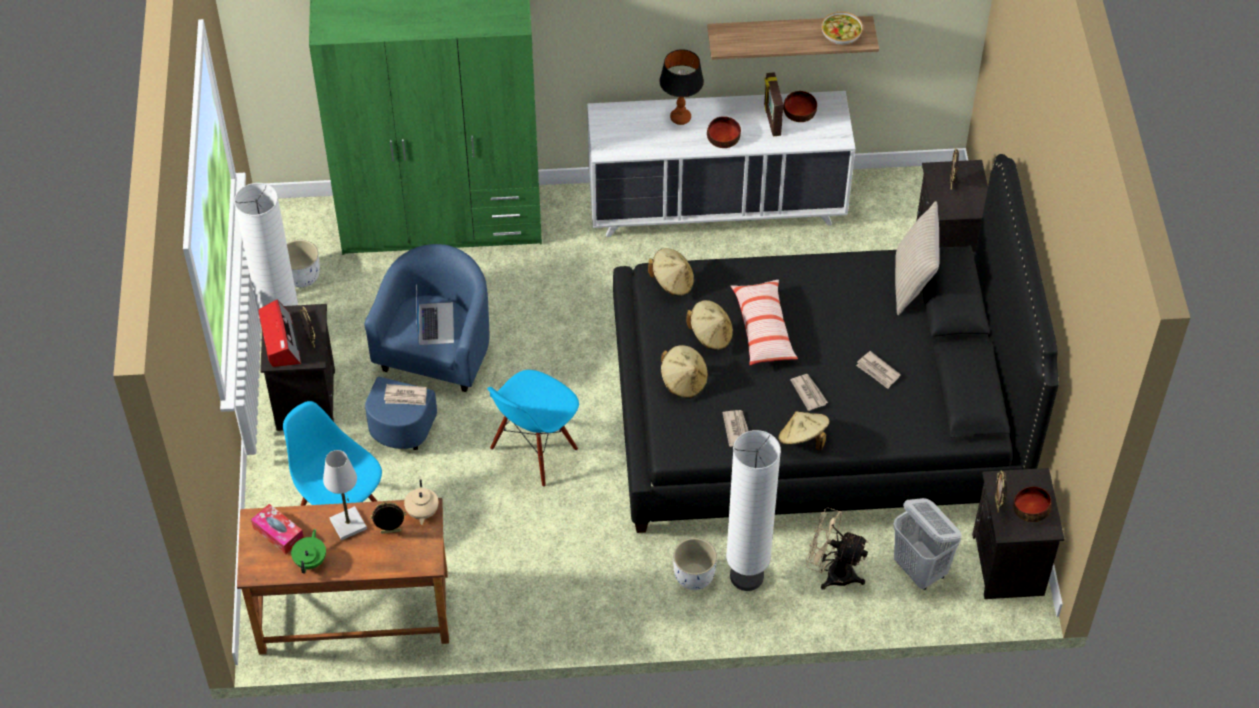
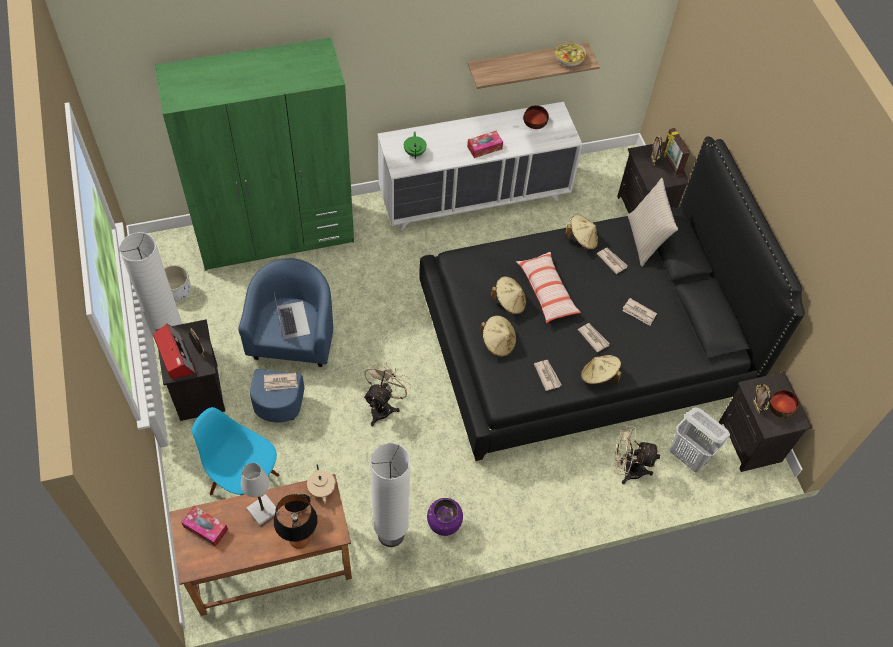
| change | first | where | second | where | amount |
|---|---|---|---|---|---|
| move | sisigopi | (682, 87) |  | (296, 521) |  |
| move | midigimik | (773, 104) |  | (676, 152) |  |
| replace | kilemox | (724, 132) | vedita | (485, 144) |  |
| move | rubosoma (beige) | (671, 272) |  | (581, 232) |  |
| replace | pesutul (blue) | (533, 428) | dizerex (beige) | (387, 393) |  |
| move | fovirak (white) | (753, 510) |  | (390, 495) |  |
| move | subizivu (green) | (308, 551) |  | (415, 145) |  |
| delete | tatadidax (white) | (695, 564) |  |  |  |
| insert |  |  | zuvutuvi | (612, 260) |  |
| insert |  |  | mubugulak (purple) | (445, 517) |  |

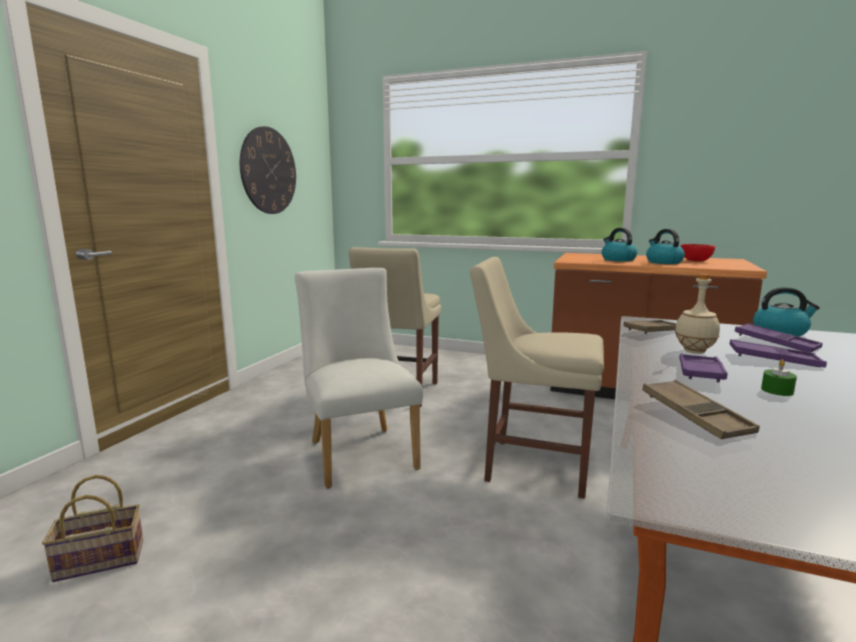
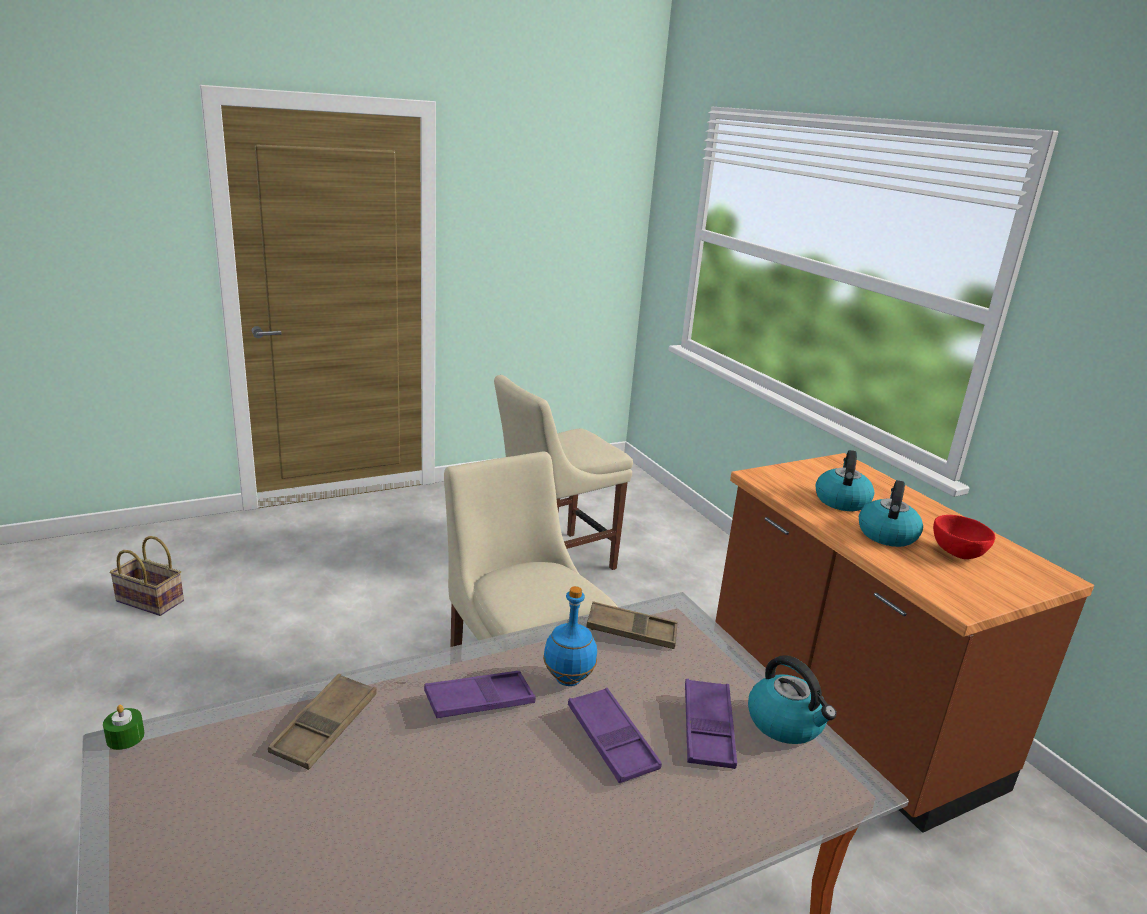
| change | first | where | second | where | amount |
|---|---|---|---|---|---|
| delete | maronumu | (268, 170) |  |  |  |
| delete | pesutul (white) | (359, 378) |  |  |  |
| recolor | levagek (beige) | (697, 314) | levagek (blue) | (570, 636) |  |
| move | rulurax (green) | (779, 378) |  | (124, 727) |  |

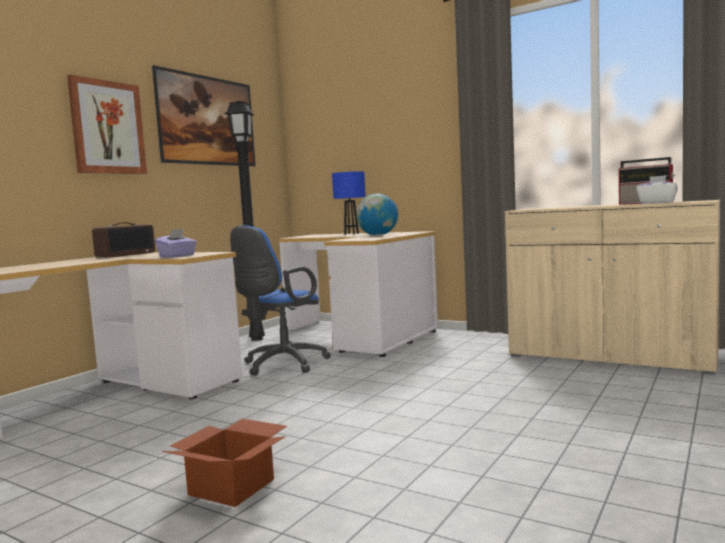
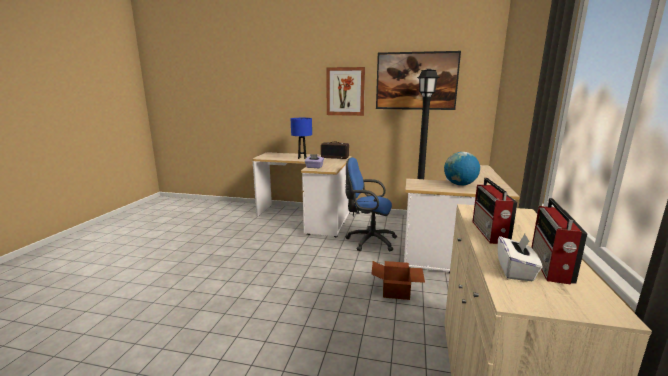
| change | first | where | second | where | amount |
|---|---|---|---|---|---|
| move | sisigopi (blue) | (349, 203) |  | (301, 138) |  |
| move | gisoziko | (224, 463) |  | (398, 280) |  |
| insert |  |  | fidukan | (494, 211) |  |

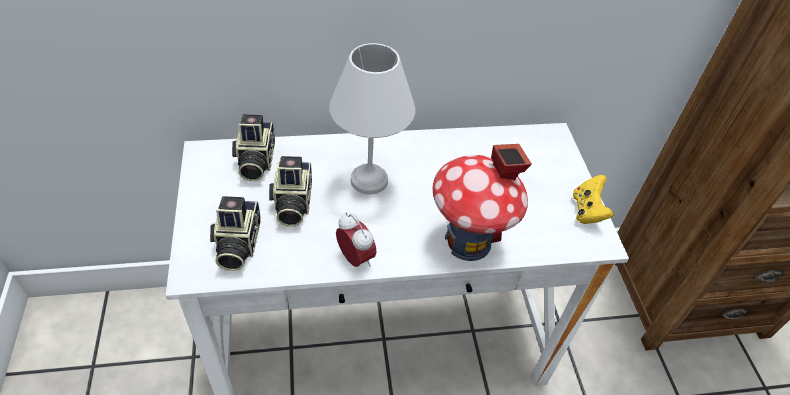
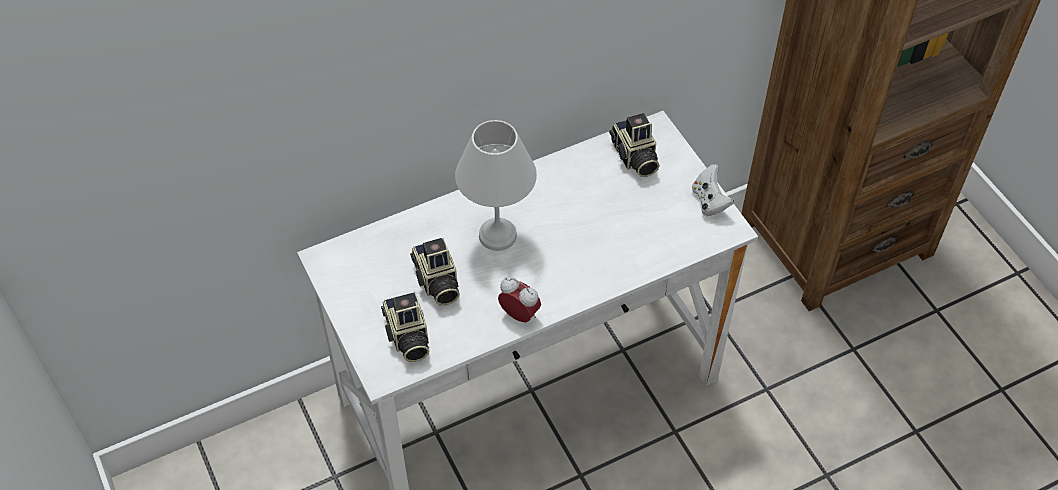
| change | first | where | second | where | amount |
|---|---|---|---|---|---|
| move | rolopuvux | (253, 147) |  | (634, 145) |  |
| delete | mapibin | (482, 202) |  |  |  |
| recolor | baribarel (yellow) | (593, 199) | baribarel (white) | (713, 190) |  |

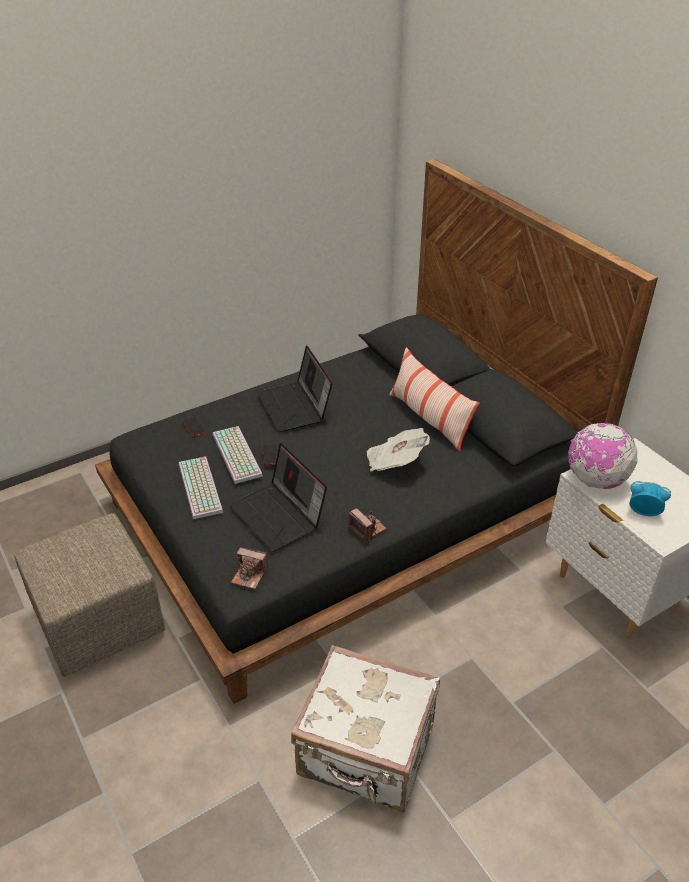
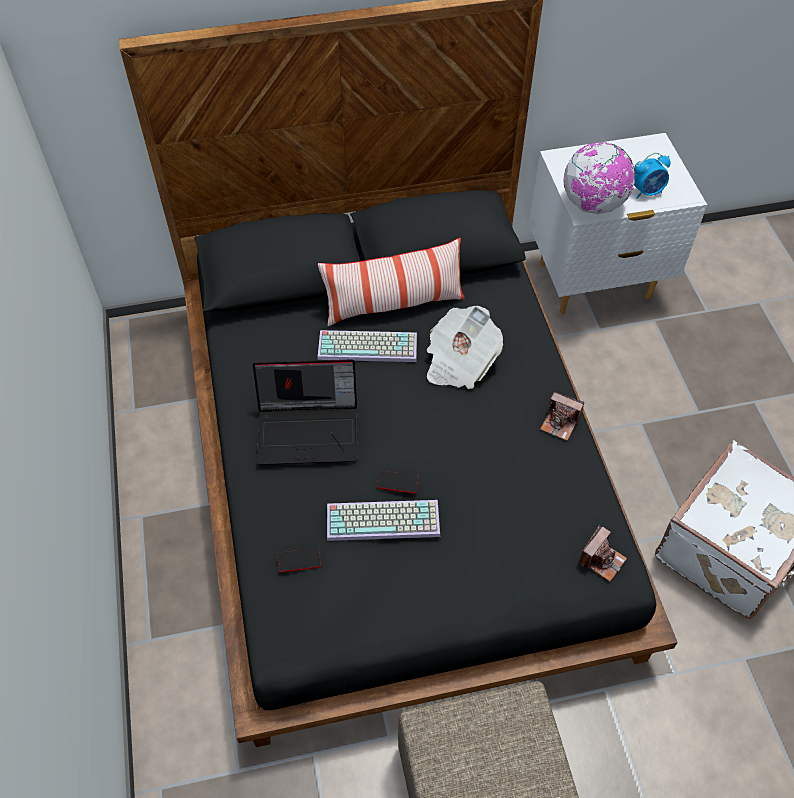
| change | first | where | second | where | amount |
|---|---|---|---|---|---|
| delete | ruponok | (278, 497) |  |  |  |
| move | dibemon | (201, 487) |  | (367, 346) |  |
| rotate | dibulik | (650, 498) |  | (652, 176) | 150 degrees counterclockwise |
| rotate | rolopuvux | (367, 524) |  | (562, 416) | 135 degrees counterclockwise |

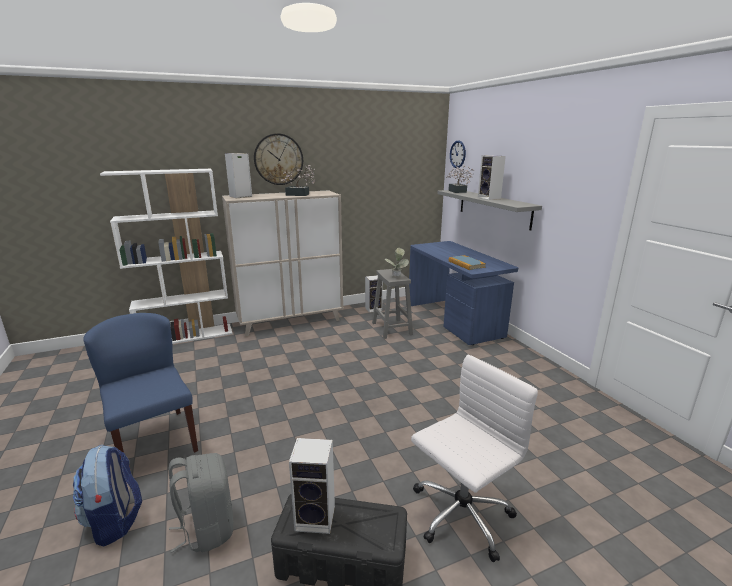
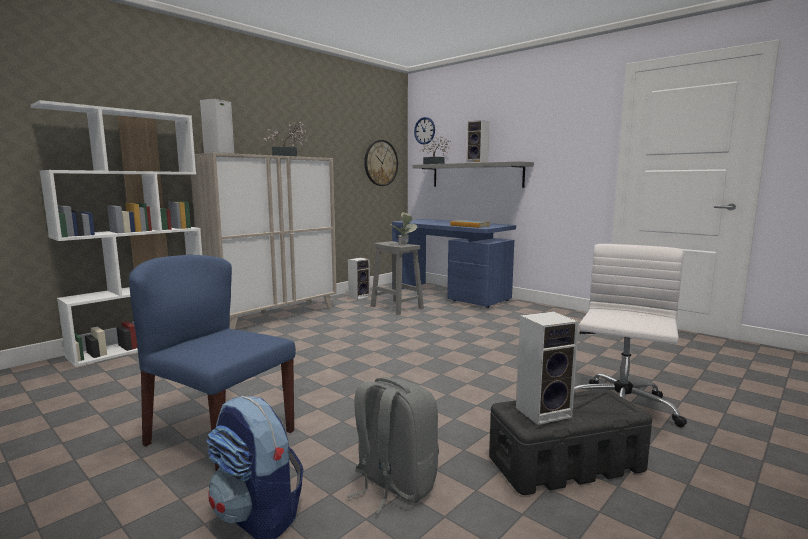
| change | first | where | second | where | amount |
|---|---|---|---|---|---|
| move | maronumu | (278, 159) |  | (381, 163) |  |

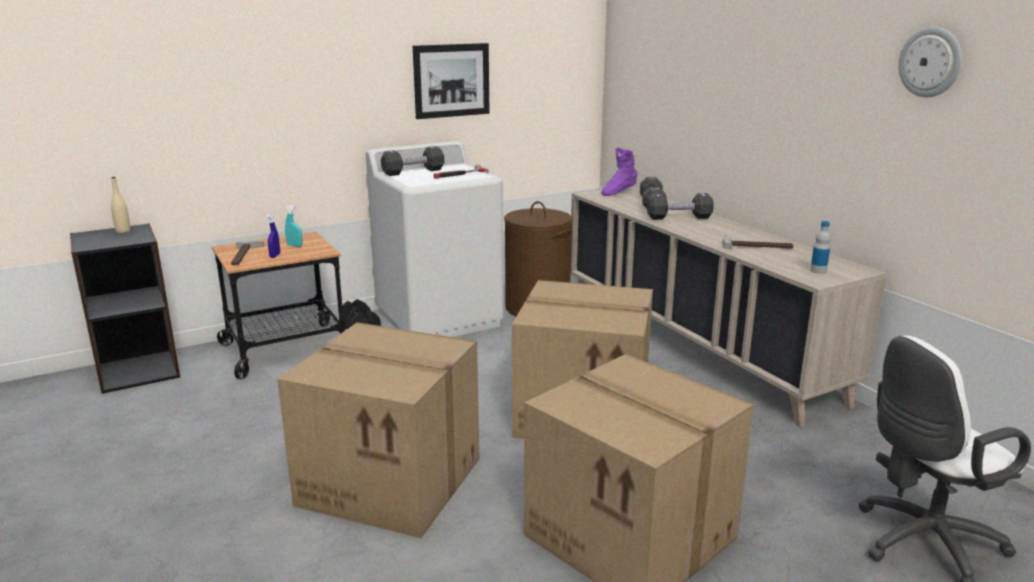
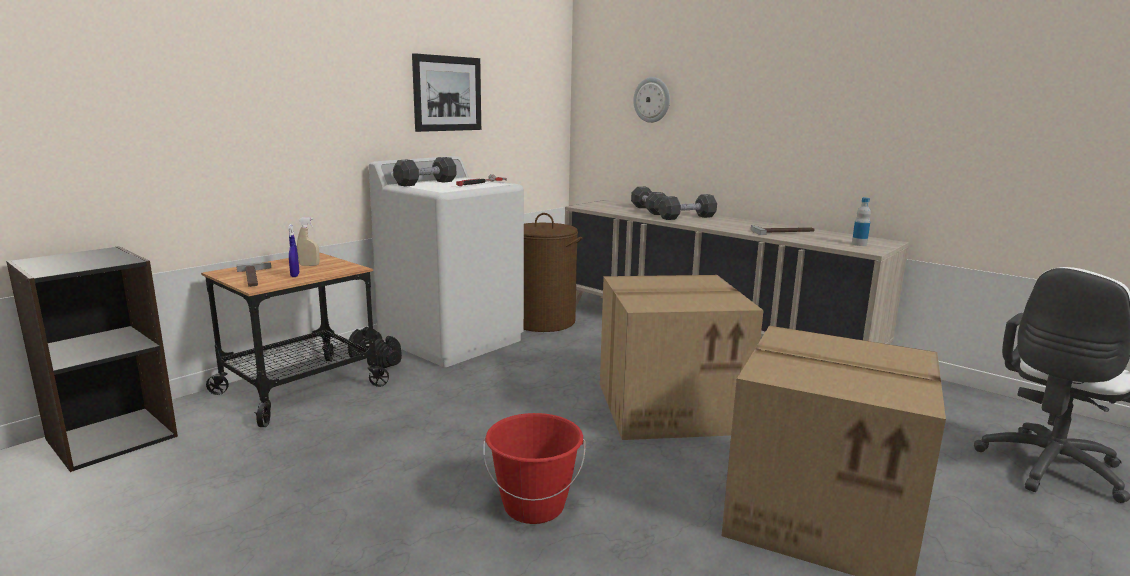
| change | first | where | second | where | amount |
|---|---|---|---|---|---|
| move | maronumu | (930, 62) |  | (651, 100) |  |
| delete | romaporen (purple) | (619, 172) |  |  |  |
| delete | levagek (beige) | (121, 205) |  |  |  |
| recolor | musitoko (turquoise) | (294, 226) | musitoko (beige) | (308, 241) |  |
| replace | gisoziko | (378, 430) | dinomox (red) | (534, 468) |  |

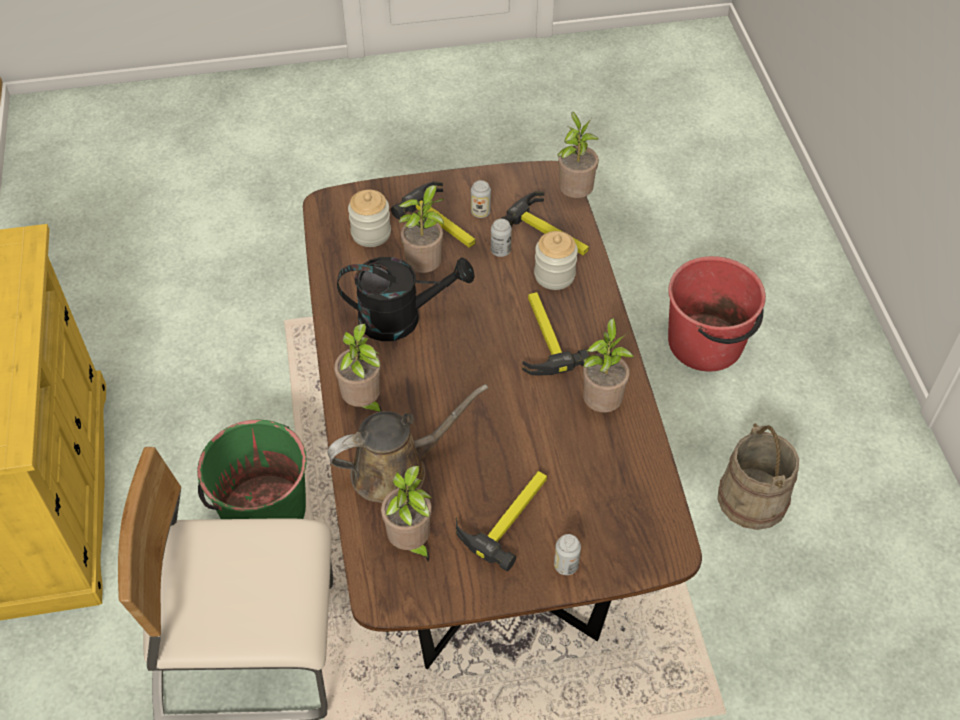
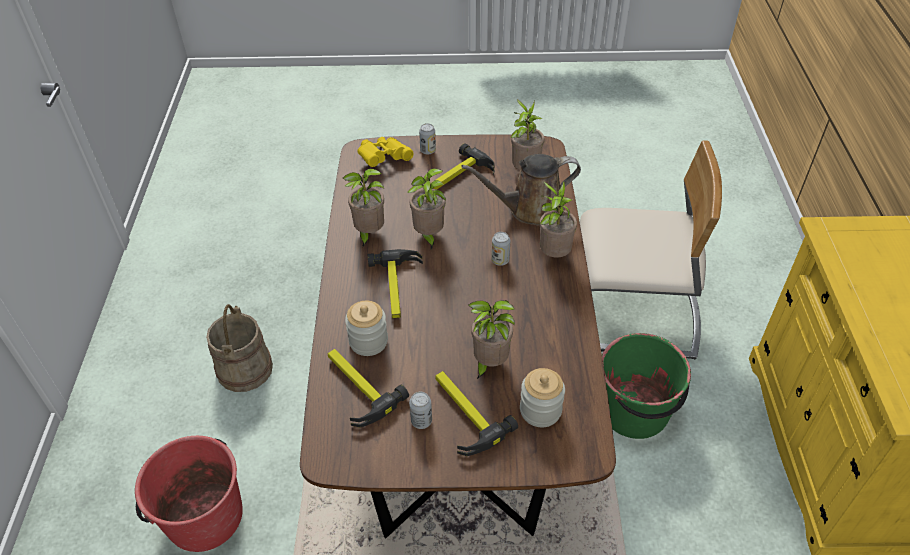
| change | first | where | second | where | amount |
|---|---|---|---|---|---|
| move | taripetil | (578, 154) |  | (427, 208) |  |
| move | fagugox | (501, 238) |  | (500, 249) |  |
| delete | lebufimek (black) | (405, 299) |  |  |  |
| insert |  |  | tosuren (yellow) | (385, 152) |  |

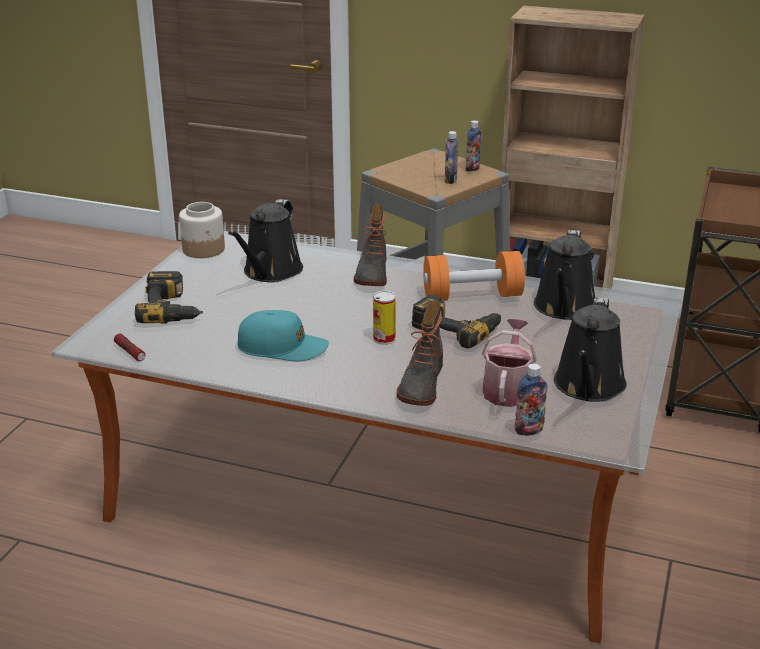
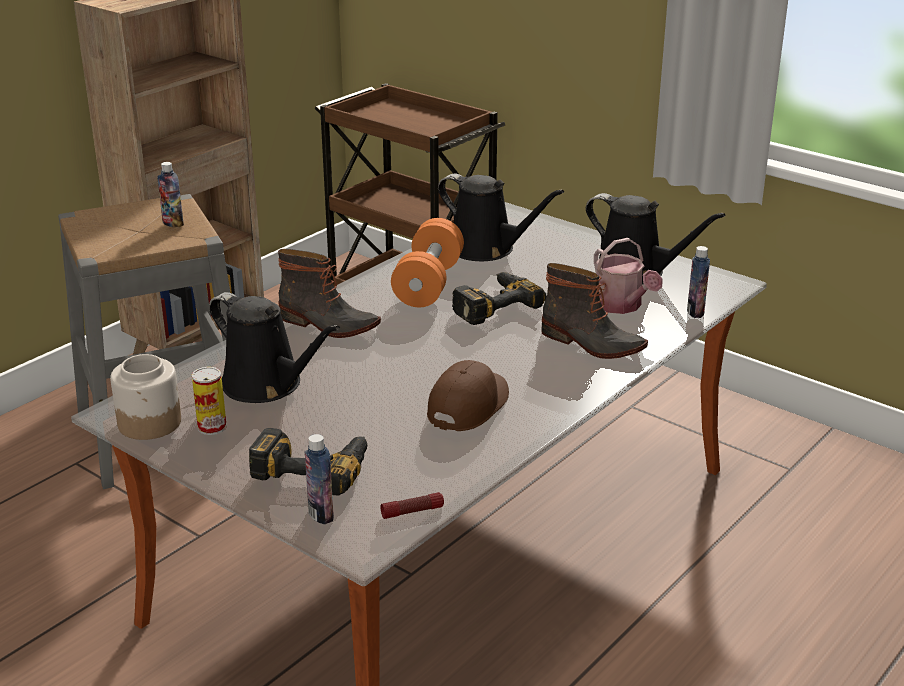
| change | first | where | second | where | amount |
|---|---|---|---|---|---|
| move | levagek | (473, 146) |  | (319, 479) |  |
| move | fagugox | (384, 318) |  | (209, 401) |  |
| recolor | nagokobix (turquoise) | (283, 335) | nagokobix (brown) | (468, 395) |  |
| rotate | lebufimek | (509, 363) |  | (628, 276) | 150 degrees counterclockwise |

